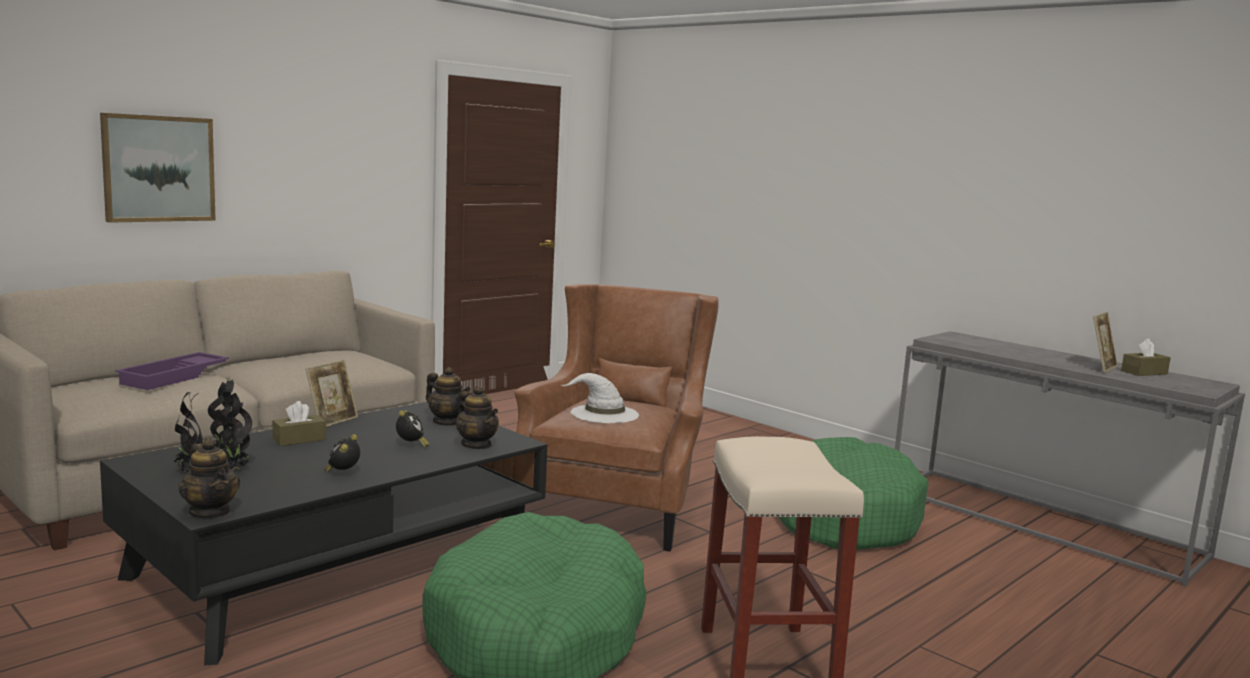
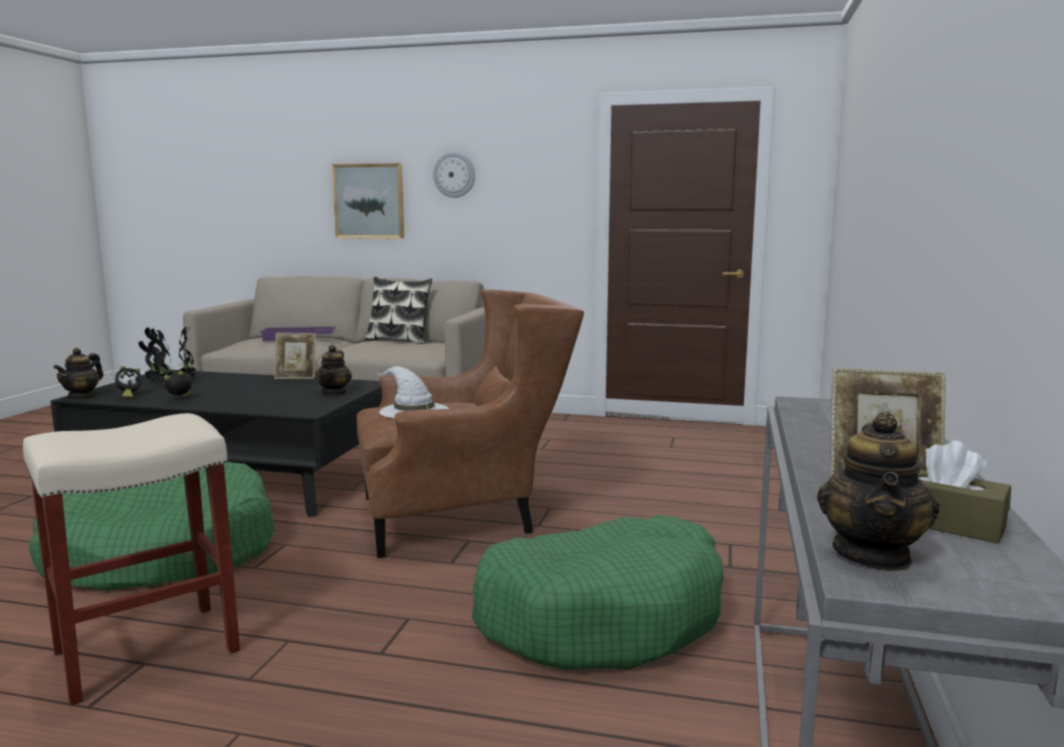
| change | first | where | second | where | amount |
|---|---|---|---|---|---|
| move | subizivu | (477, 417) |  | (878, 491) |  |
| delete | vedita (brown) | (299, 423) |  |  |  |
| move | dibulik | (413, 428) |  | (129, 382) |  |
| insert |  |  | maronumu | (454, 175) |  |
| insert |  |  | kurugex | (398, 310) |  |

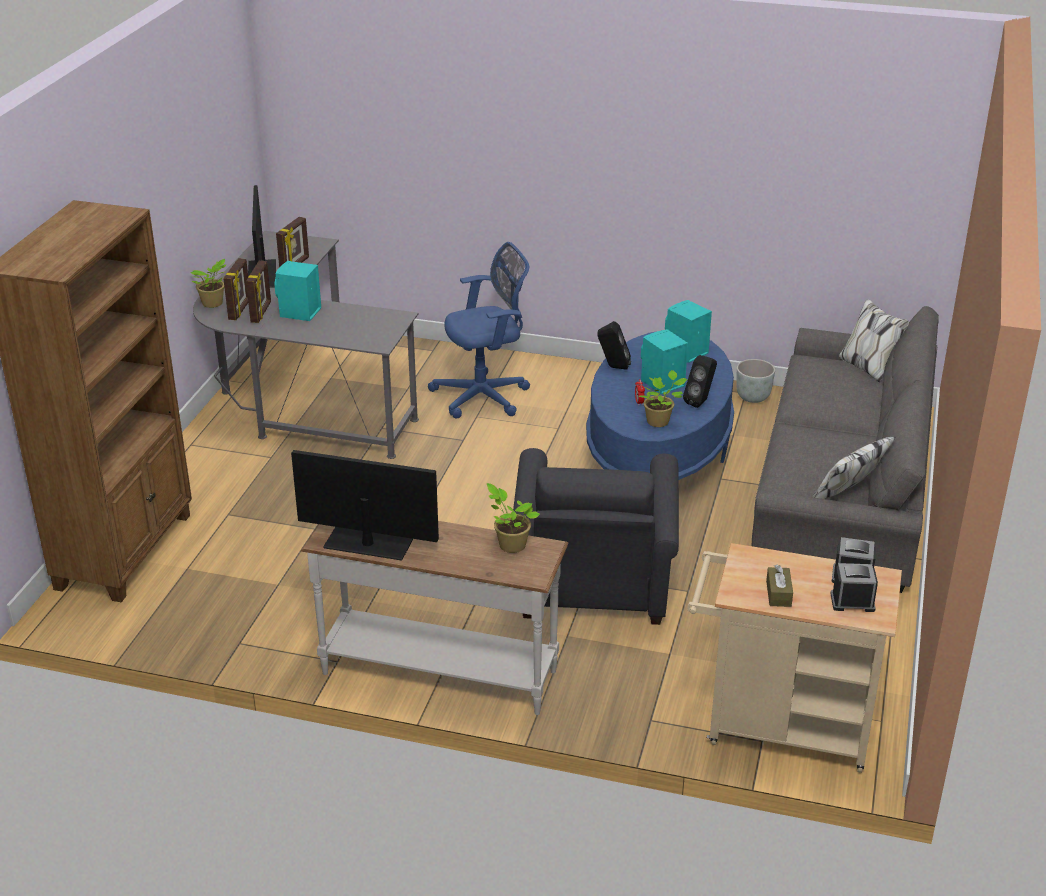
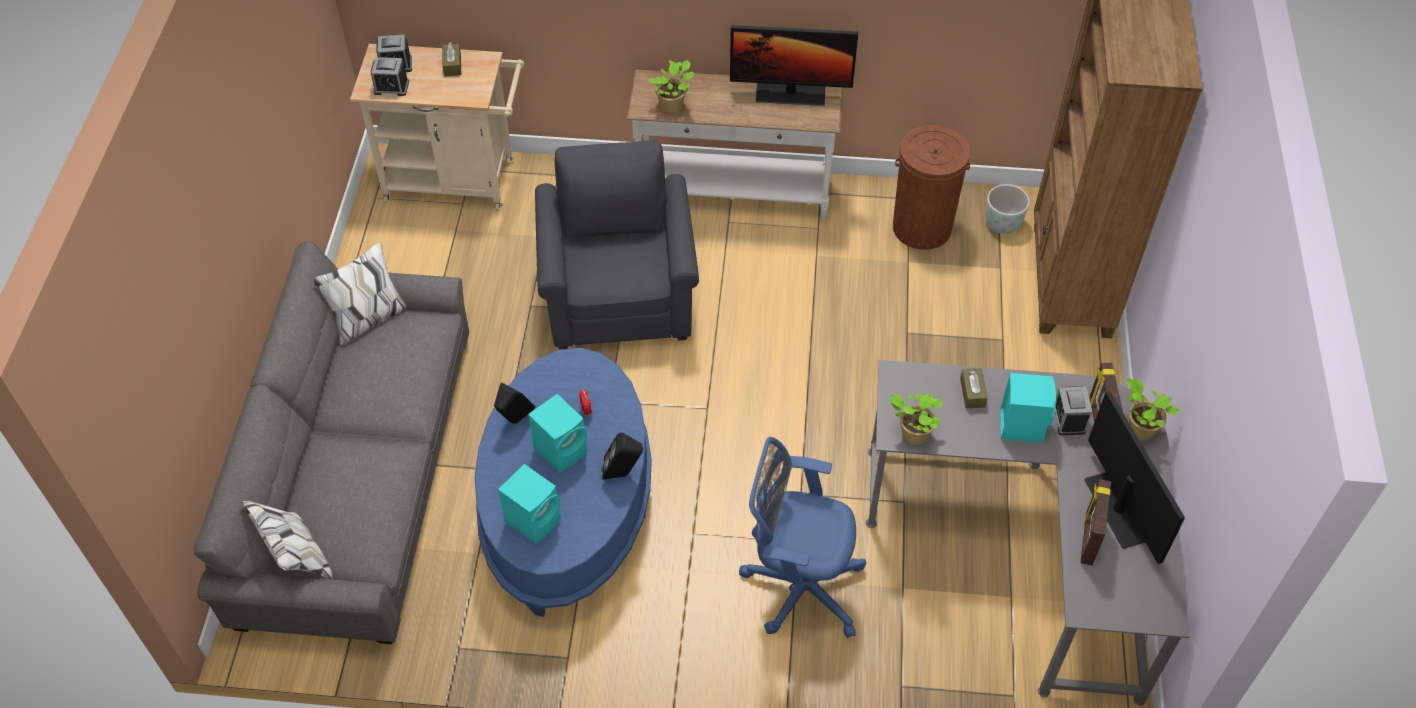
| change | first | where | second | where | amount |
|---|---|---|---|---|---|
| rotate | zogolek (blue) | (479, 330) |  | (802, 537) | 45 degrees clockwise |
| replace | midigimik | (258, 292) | dibulik | (1073, 410) |  |
| move | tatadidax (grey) | (756, 381) |  | (1008, 209) |  |
| move | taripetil | (663, 398) |  | (916, 419) |  |
| insert |  |  | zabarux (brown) | (931, 187) |  |
| insert |  |  | vedita (brown) | (974, 388) |  |

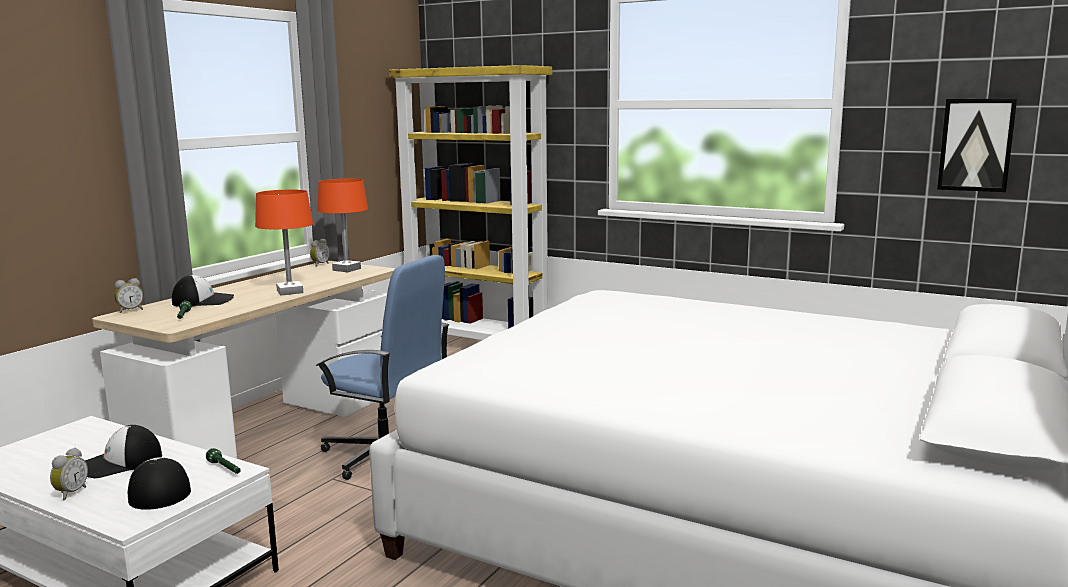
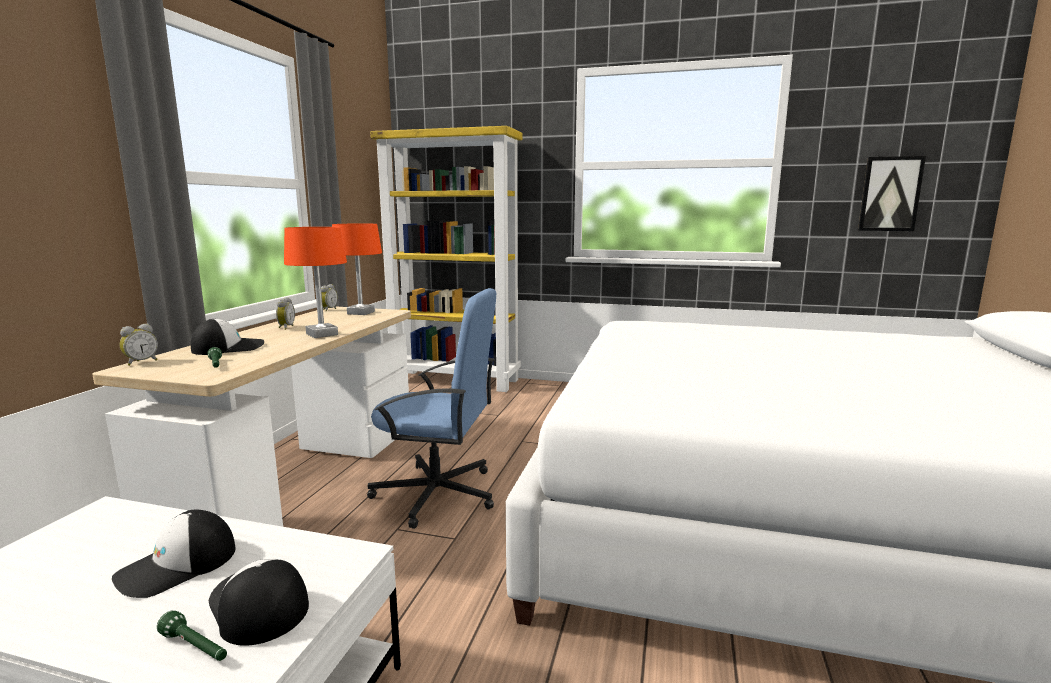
| change | first | where | second | where | amount |
|---|---|---|---|---|---|
| move | dibulik | (69, 474) |  | (285, 313) |  |
| move | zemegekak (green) | (223, 461) |  | (192, 635) |  |

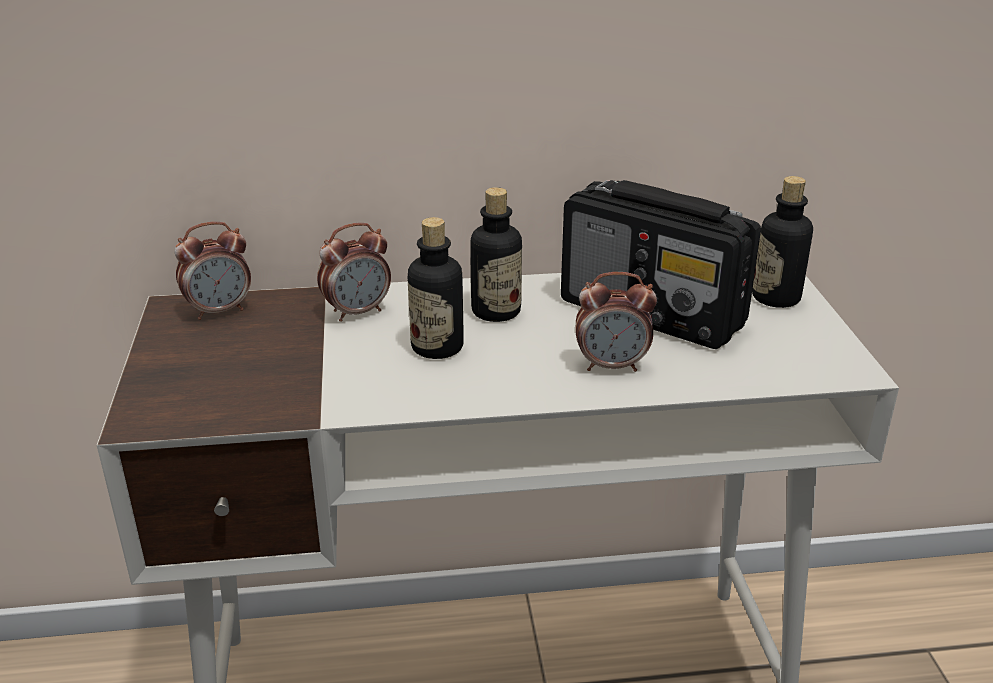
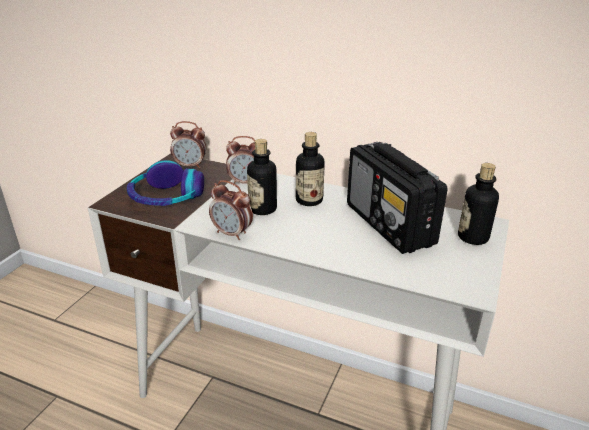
| change | first | where | second | where | amount |
|---|---|---|---|---|---|
| move | dibulik | (616, 322) |  | (231, 210) |  |
| insert |  |  | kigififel | (165, 183) |  |

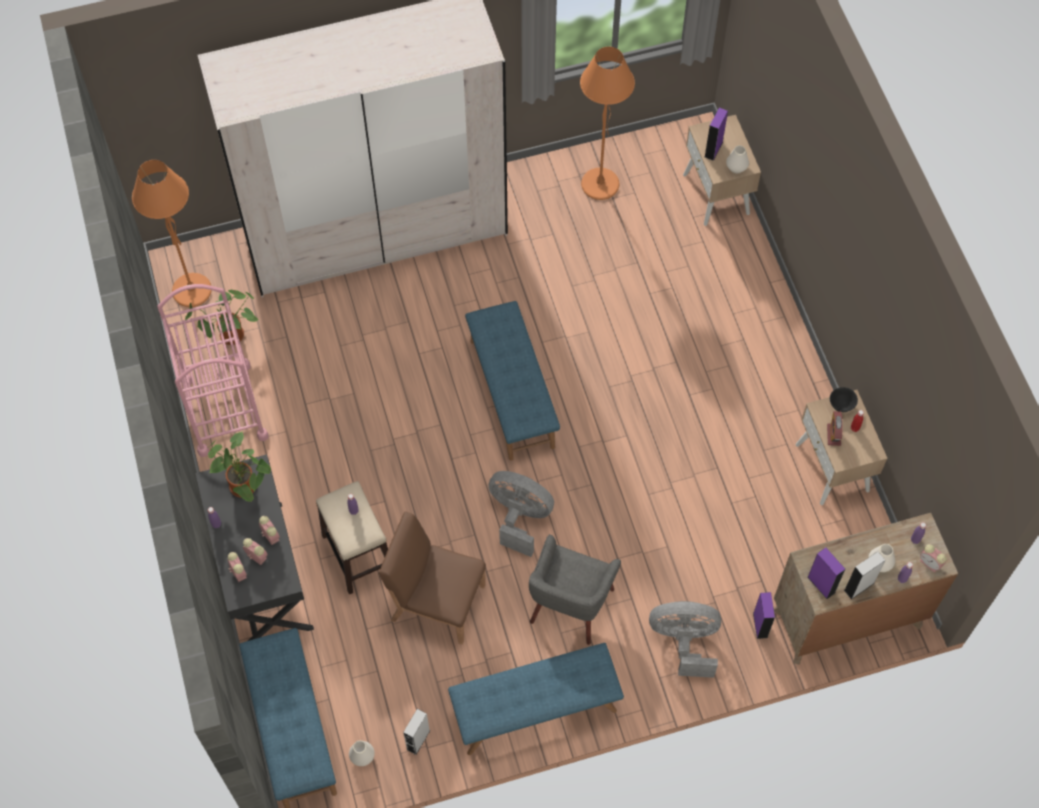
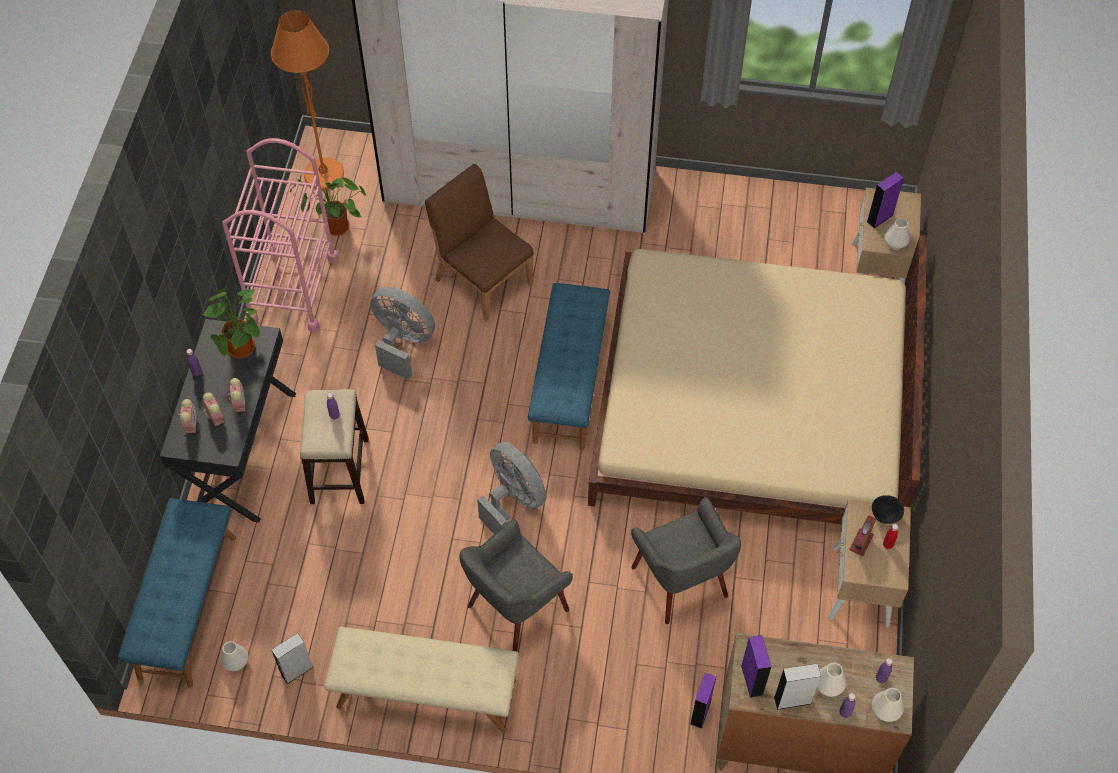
| change | first | where | second | where | amount |
|---|---|---|---|---|---|
| delete | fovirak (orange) | (607, 123) |  |  |  |
| move | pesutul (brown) | (432, 578) |  | (479, 243) |  |
| replace | dibulik | (933, 558) | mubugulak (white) | (888, 705) |  |
| move | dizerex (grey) | (685, 639) |  | (402, 333) |  |
| recolor | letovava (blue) | (536, 699) | letovava (beige) | (421, 680) |  |
| insert |  |  | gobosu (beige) | (757, 379) |  |
| insert |  |  | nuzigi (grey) | (686, 560) |  |

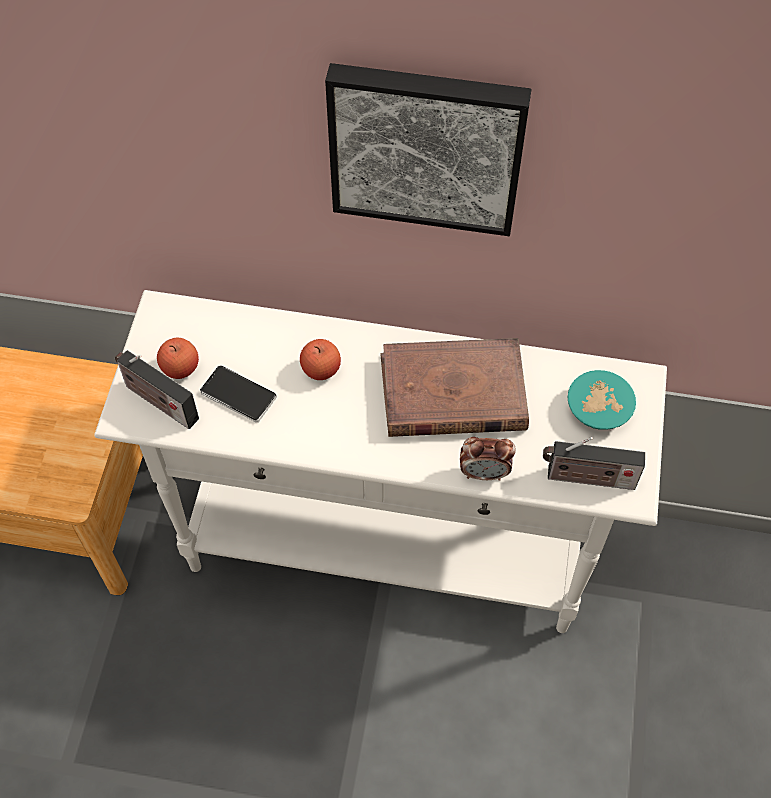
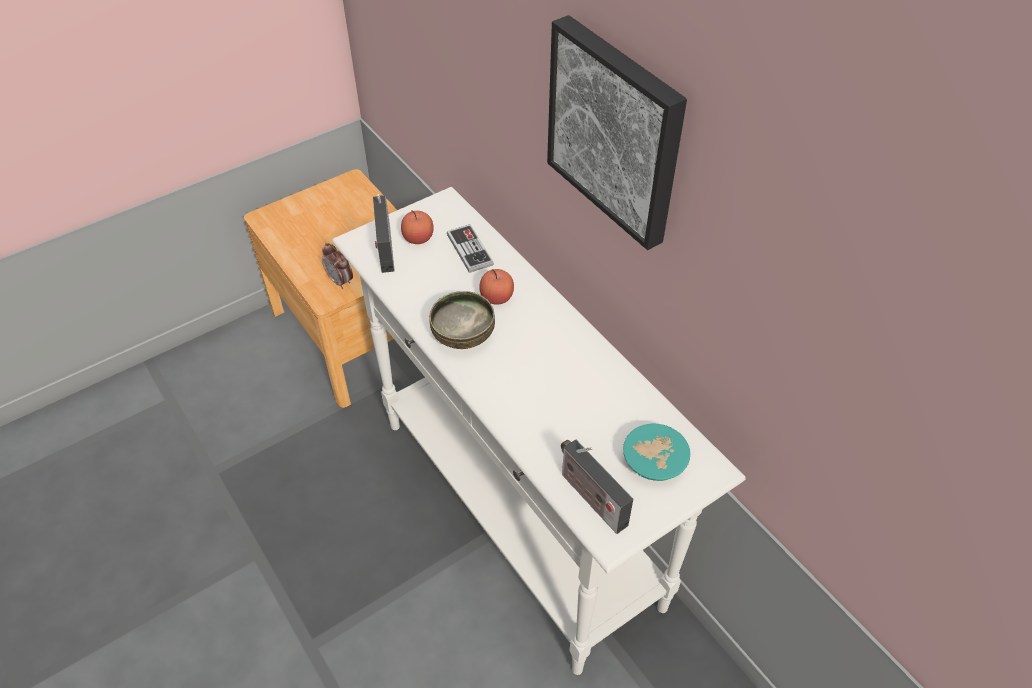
| change | first | where | second | where | amount |
|---|---|---|---|---|---|
| delete | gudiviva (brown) | (454, 387) |  |  |  |
| delete | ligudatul | (238, 394) |  |  |  |
| move | dibulik | (488, 459) |  | (337, 266) |  |
| insert |  |  | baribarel | (470, 248) |  |
| insert |  |  | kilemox | (462, 320) |  |

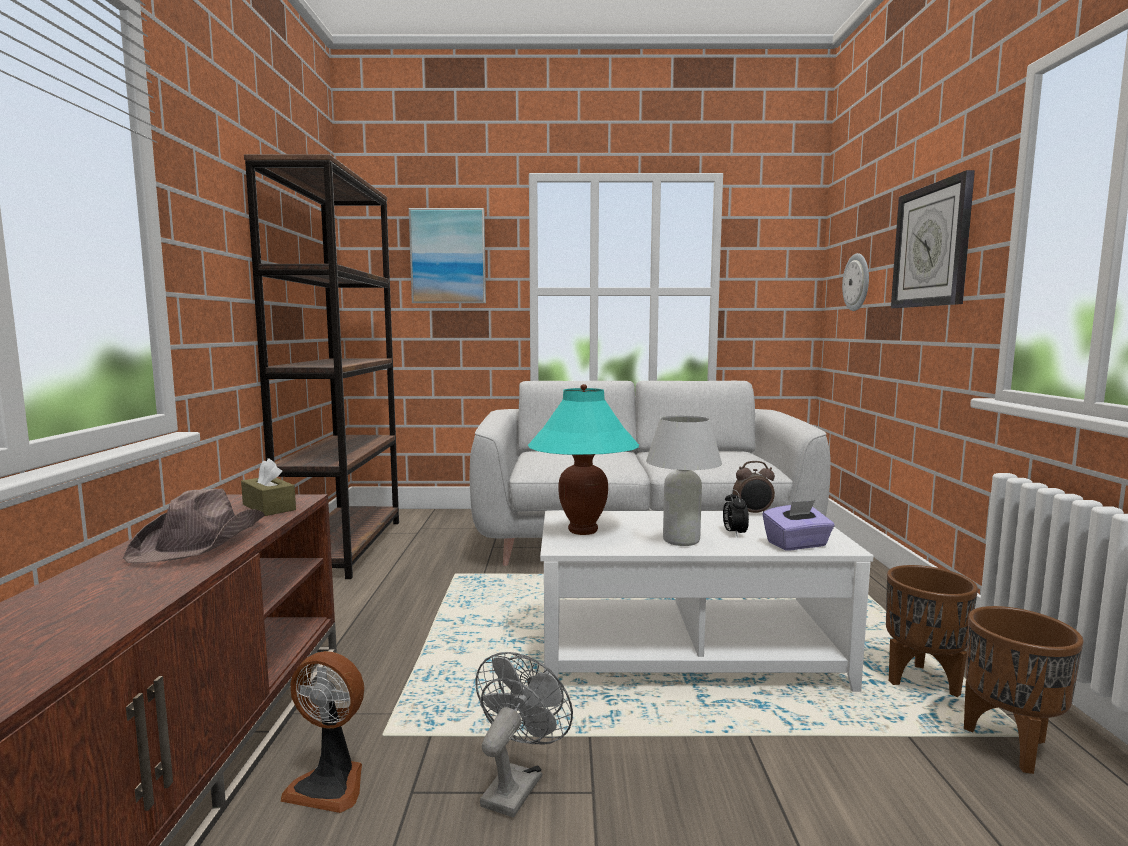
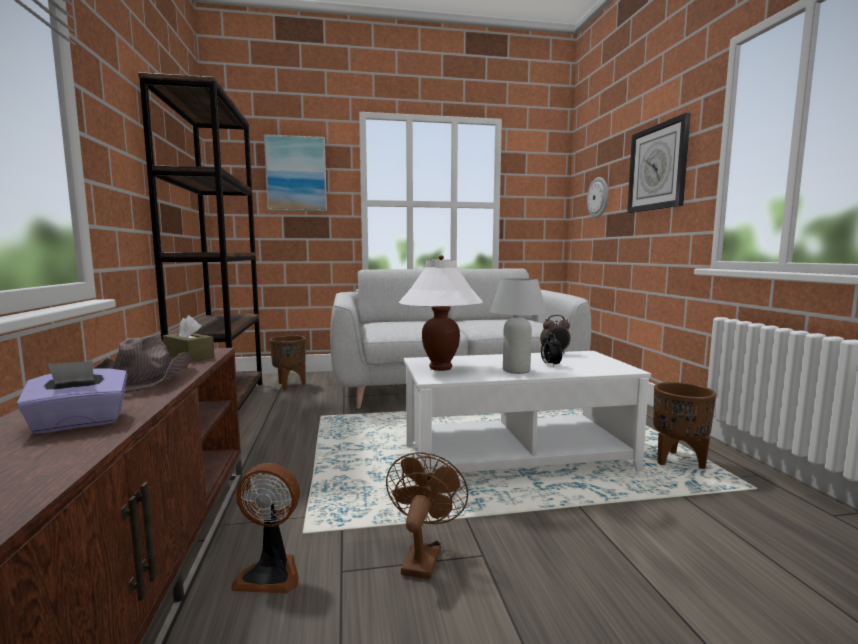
| change | first | where | second | where | amount |
|---|---|---|---|---|---|
| recolor | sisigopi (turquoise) | (583, 459) | sisigopi (white) | (441, 313) |  |
| move | vedita (purple) | (799, 525) |  | (71, 397) |  |
| move | tatadidax (brown) | (1024, 690) |  | (288, 362) |  |
| recolor | dizerex (grey) | (524, 734) | dizerex (brown) | (427, 515) |  |

